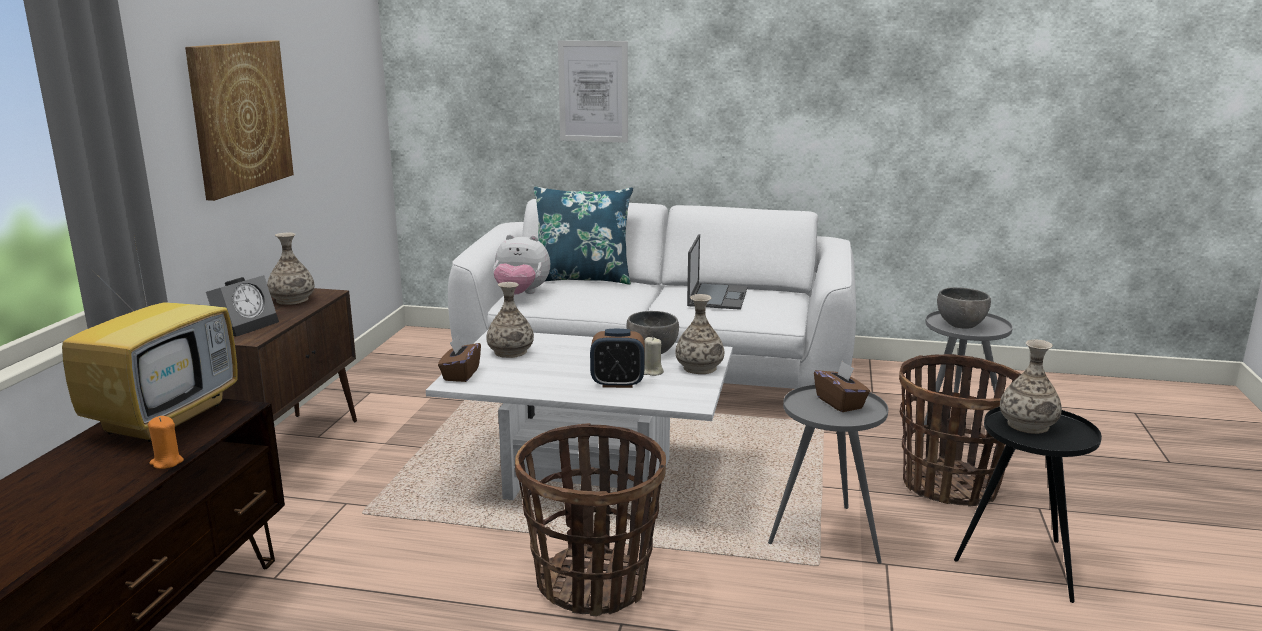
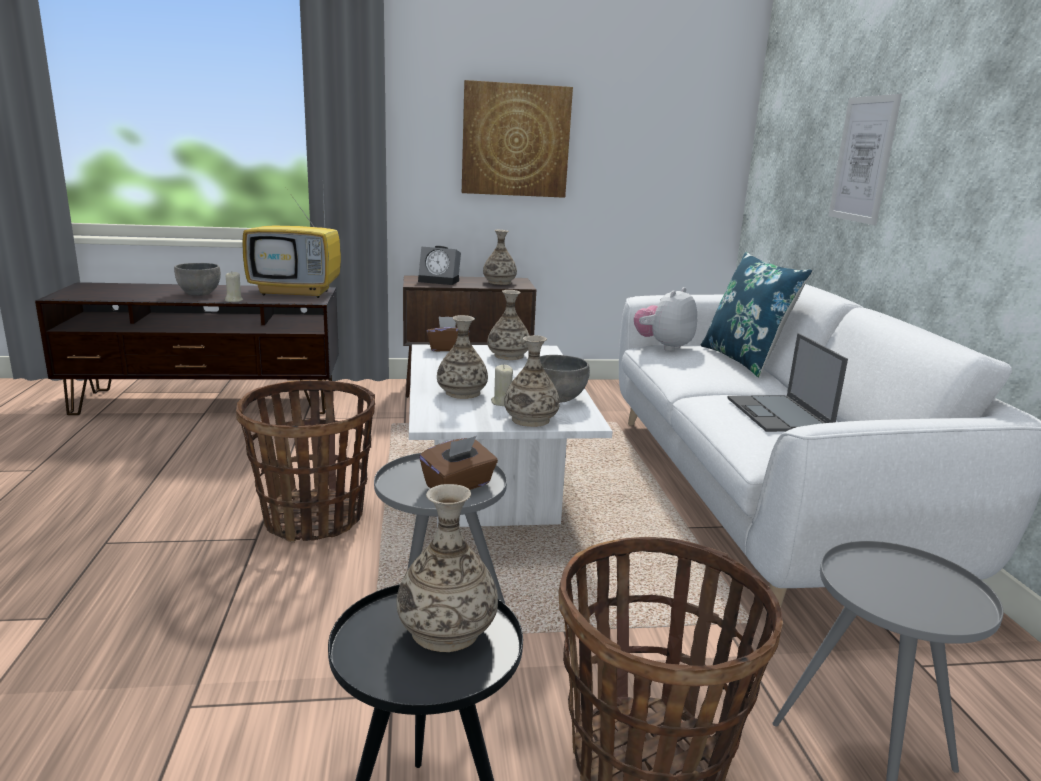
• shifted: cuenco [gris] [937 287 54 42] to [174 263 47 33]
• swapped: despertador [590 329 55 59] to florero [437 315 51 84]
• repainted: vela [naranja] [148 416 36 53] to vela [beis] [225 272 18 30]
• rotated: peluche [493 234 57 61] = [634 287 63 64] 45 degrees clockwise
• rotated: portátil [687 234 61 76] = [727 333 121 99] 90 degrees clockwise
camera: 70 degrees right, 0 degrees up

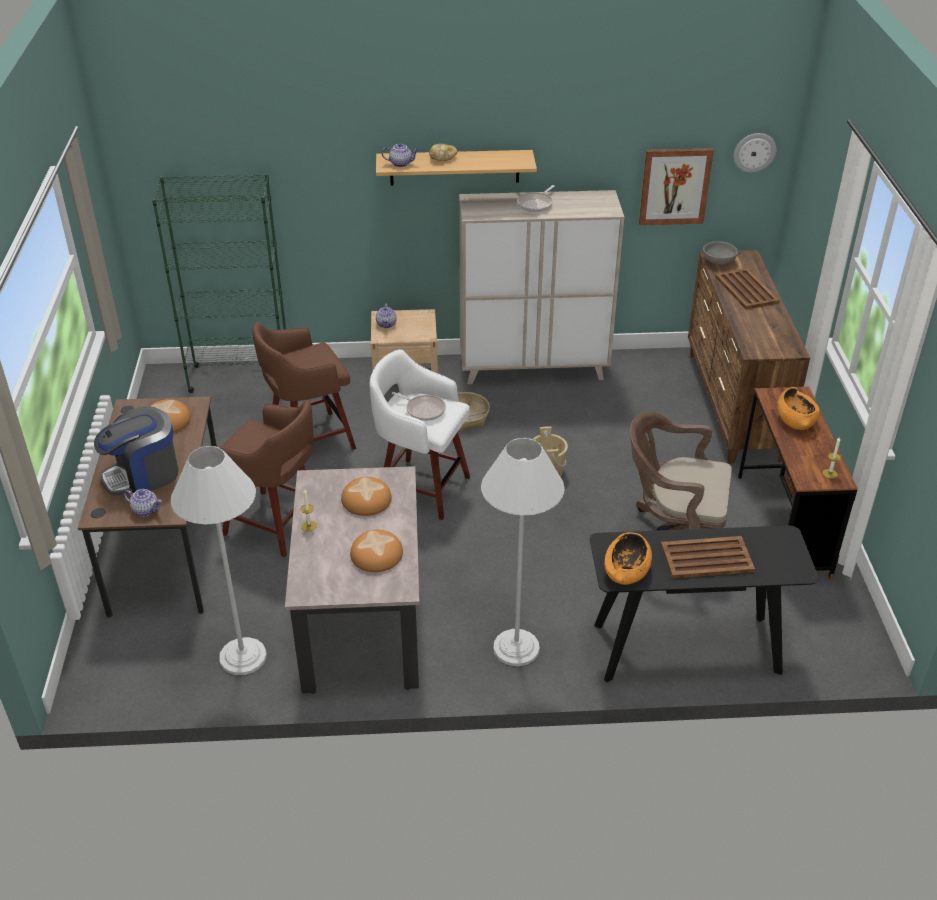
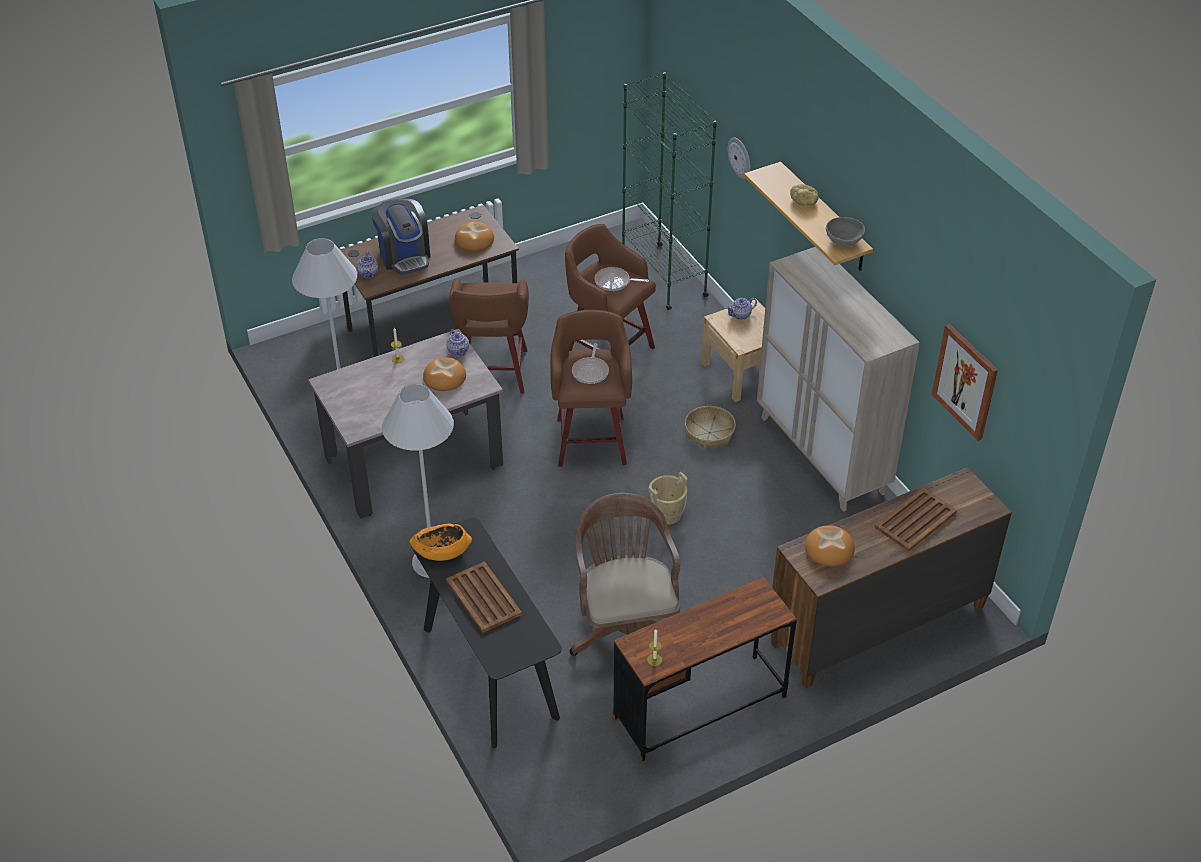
• gone: cuenco [naranja] [778 387 42 43]
• shifted: pan [350 530 53 42] to [805 525 50 41]
• shifted: tetera [382 143 37 24] to [447 329 22 27]
• shifted: sartén [517 185 38 27] to [595 267 54 24]
• shifted: cuenco [gris] [703 241 35 24] to [826 217 39 30]
• shifted: reloj de pared [734 133 42 40] to [727 137 24 42]
• repainted: taburete [blanco] [369 349 101 171] to taburete [marrón] [550 310 82 157]
• rotated: cafetera [94 406 84 89] = [371 199 59 76] 150 degrees counterclockwise
camera: 65 degrees right, 5 degrees up

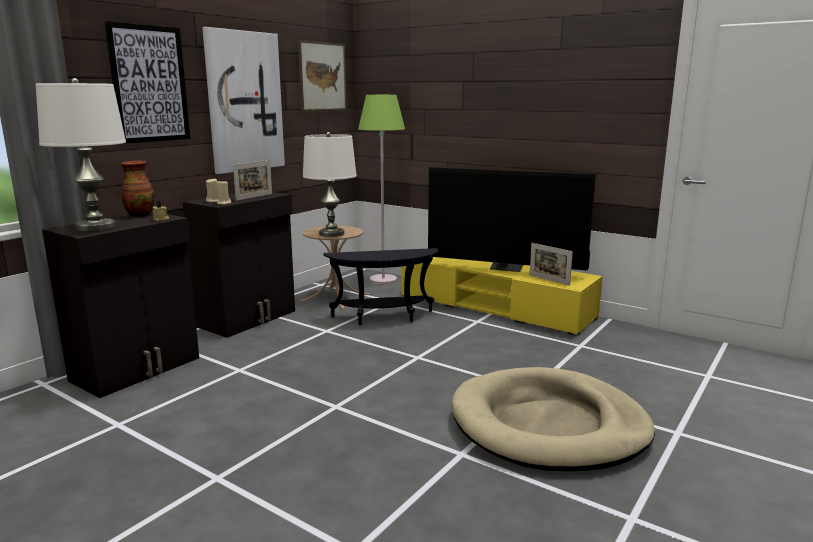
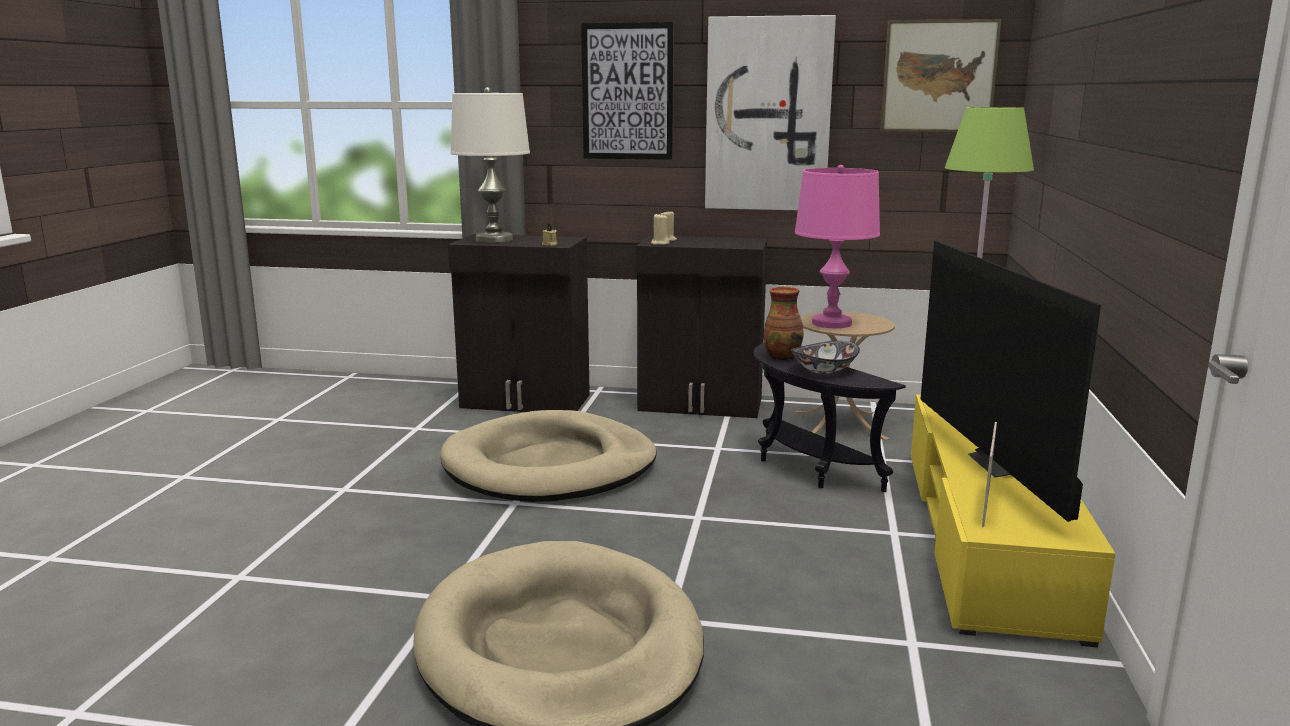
• gone: portarretratos [233 160 39 41]
• new: cama para perro [beis] [440 410 217 92]
• new: cuenco [791 341 69 33]
• shifted: florero [121 161 34 56] to [764 287 40 73]
• repainted: lámpara de mesa [blanco] [303 132 54 105] to lámpara de mesa [rosa] [795 165 85 163]
camera: 65 degrees right, 0 degrees up

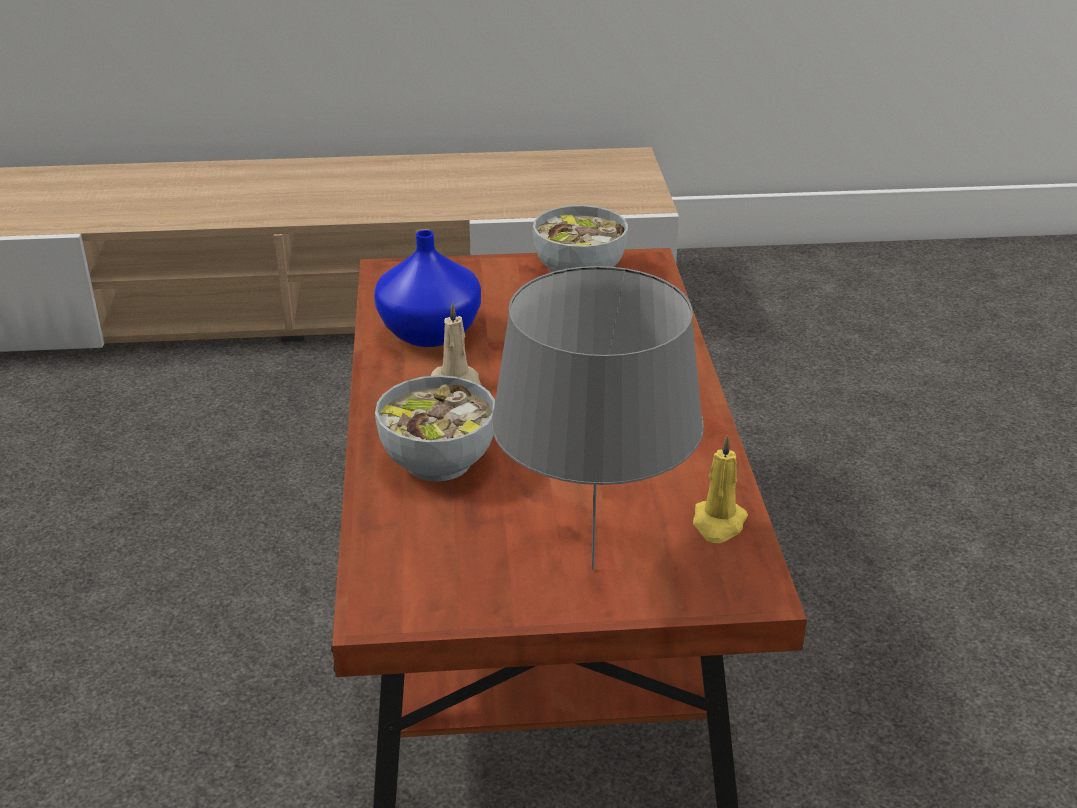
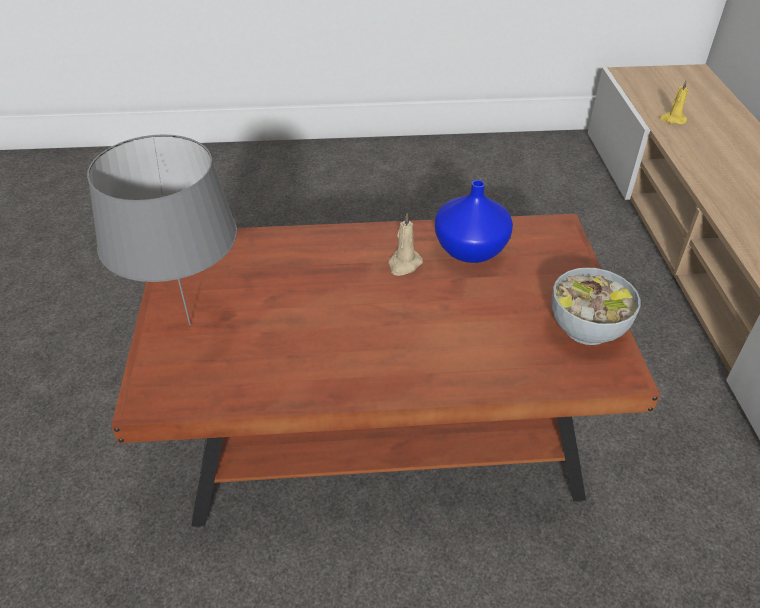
• gone: cuenco [375 375 120 107]
• shifted: vela [amarillo] [693 435 55 108] to [659 80 29 44]
camera: 90 degrees right, 10 degrees up

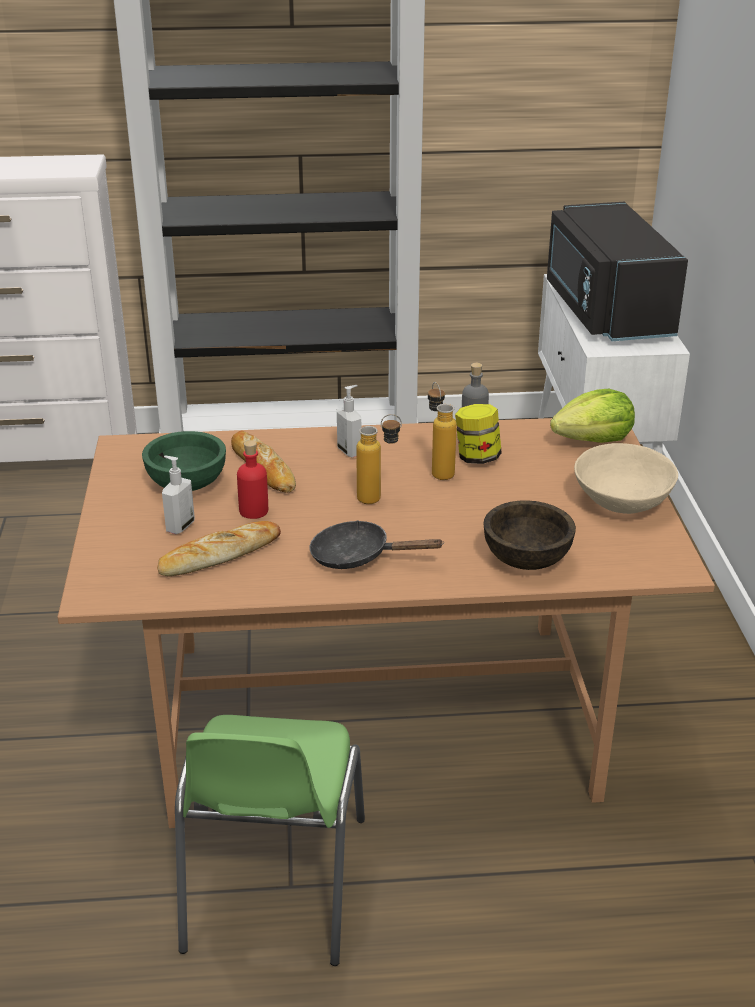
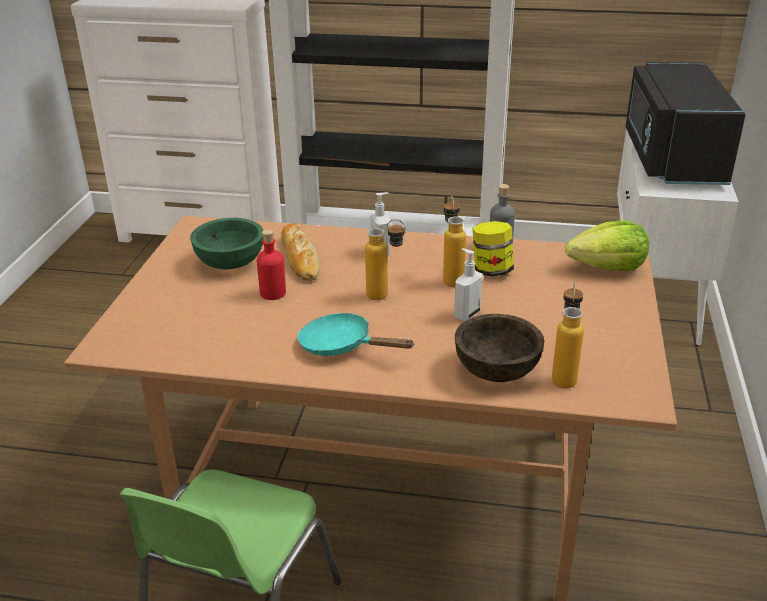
• gone: pan [157 521 124 56]
• gone: cuenco [beis] [574 443 104 71]
• new: botella [552 282 32 106]
• shifted: dispensador de jabón [162 456 33 78] to [454 248 29 73]
• repainted: sartén [negro] [309 520 135 49] to sartén [turquesa] [298 313 117 43]
camera: 15 degrees right, 0 degrees up

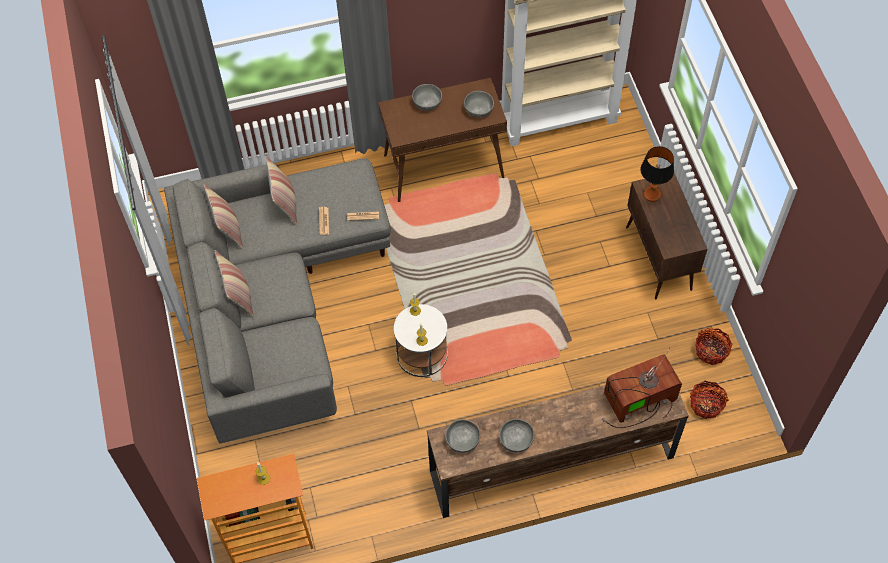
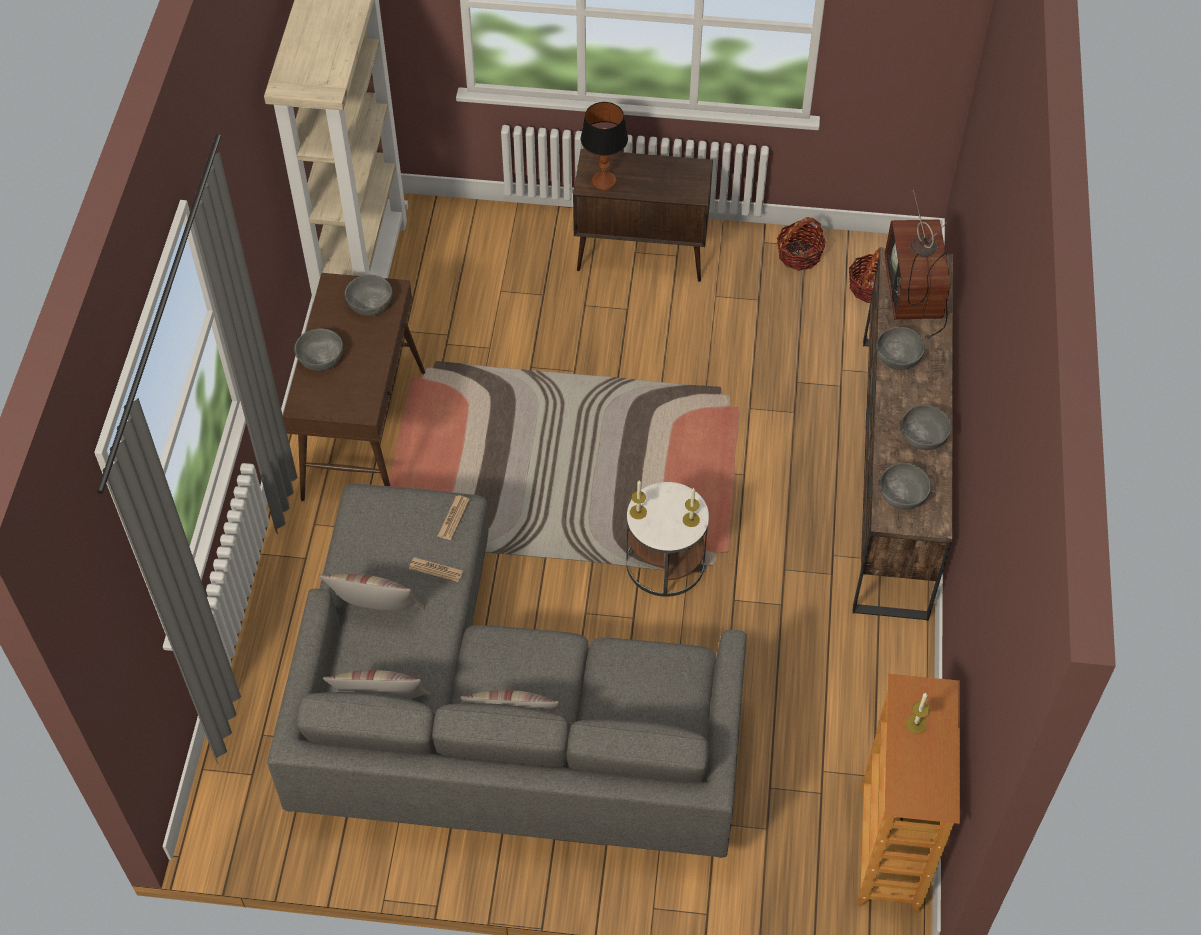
• new: cuenco [gris] [876 327 49 43]
camera: 70 degrees left, 5 degrees down

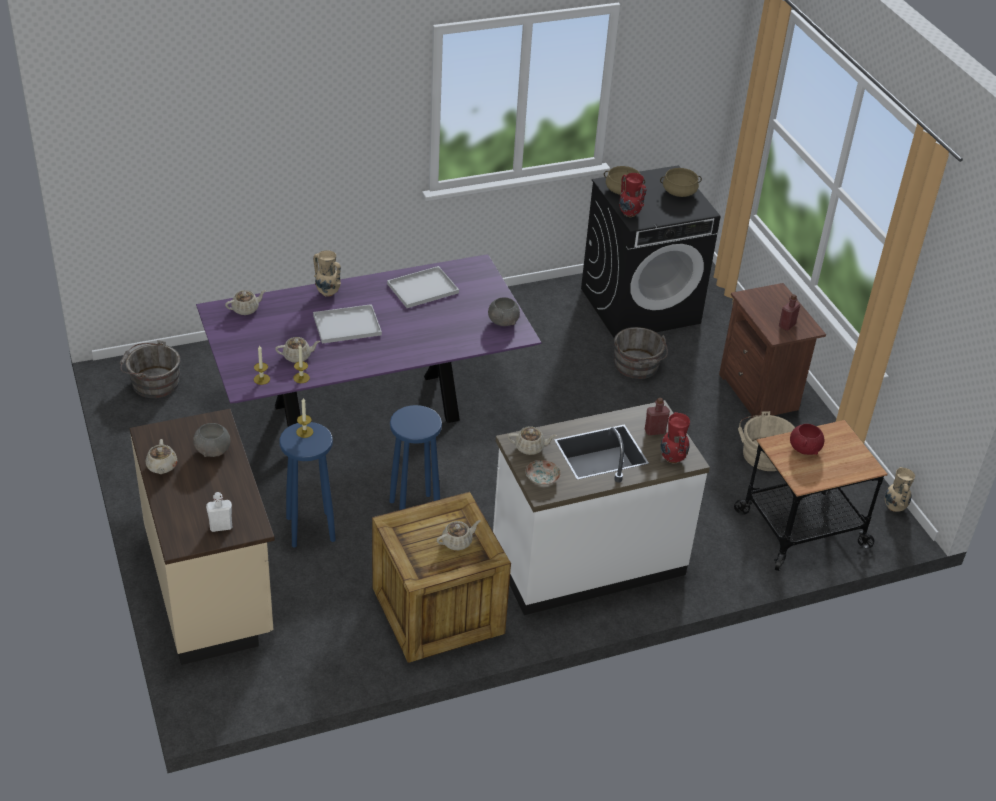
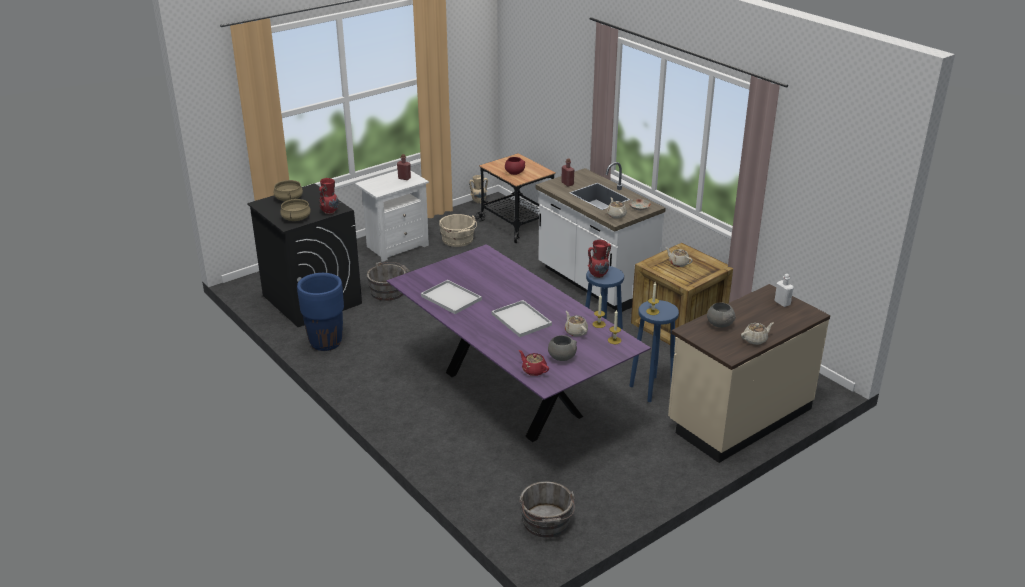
• gone: florero [beis] [313 250 28 47]
• new: maceta [azul] [297 273 47 78]
• shifted: cuenco [gris] [488 297 32 29] to [548 335 29 26]
• shifted: florero [rojo] [660 412 30 51] to [588 240 23 38]
• repainted: tetera [beis] [225 290 41 25] to tetera [rojo] [519 350 30 26]
• repainted: mesita de noche [marrón] [719 283 107 135] to mesita de noche [blanco] [355 170 74 92]
camera: 105 degrees left, 10 degrees down

